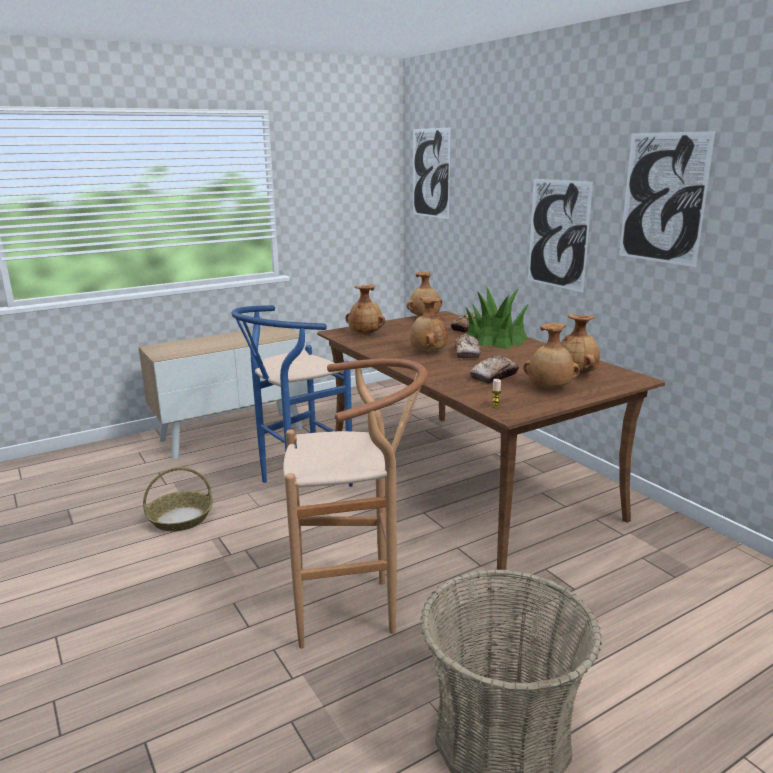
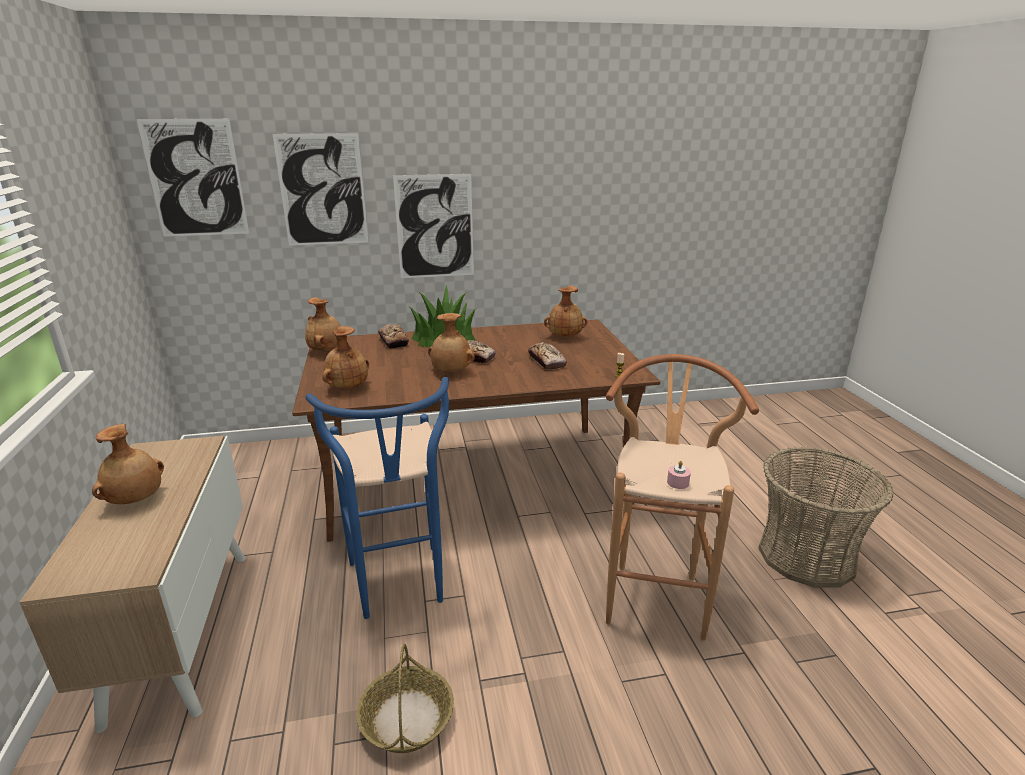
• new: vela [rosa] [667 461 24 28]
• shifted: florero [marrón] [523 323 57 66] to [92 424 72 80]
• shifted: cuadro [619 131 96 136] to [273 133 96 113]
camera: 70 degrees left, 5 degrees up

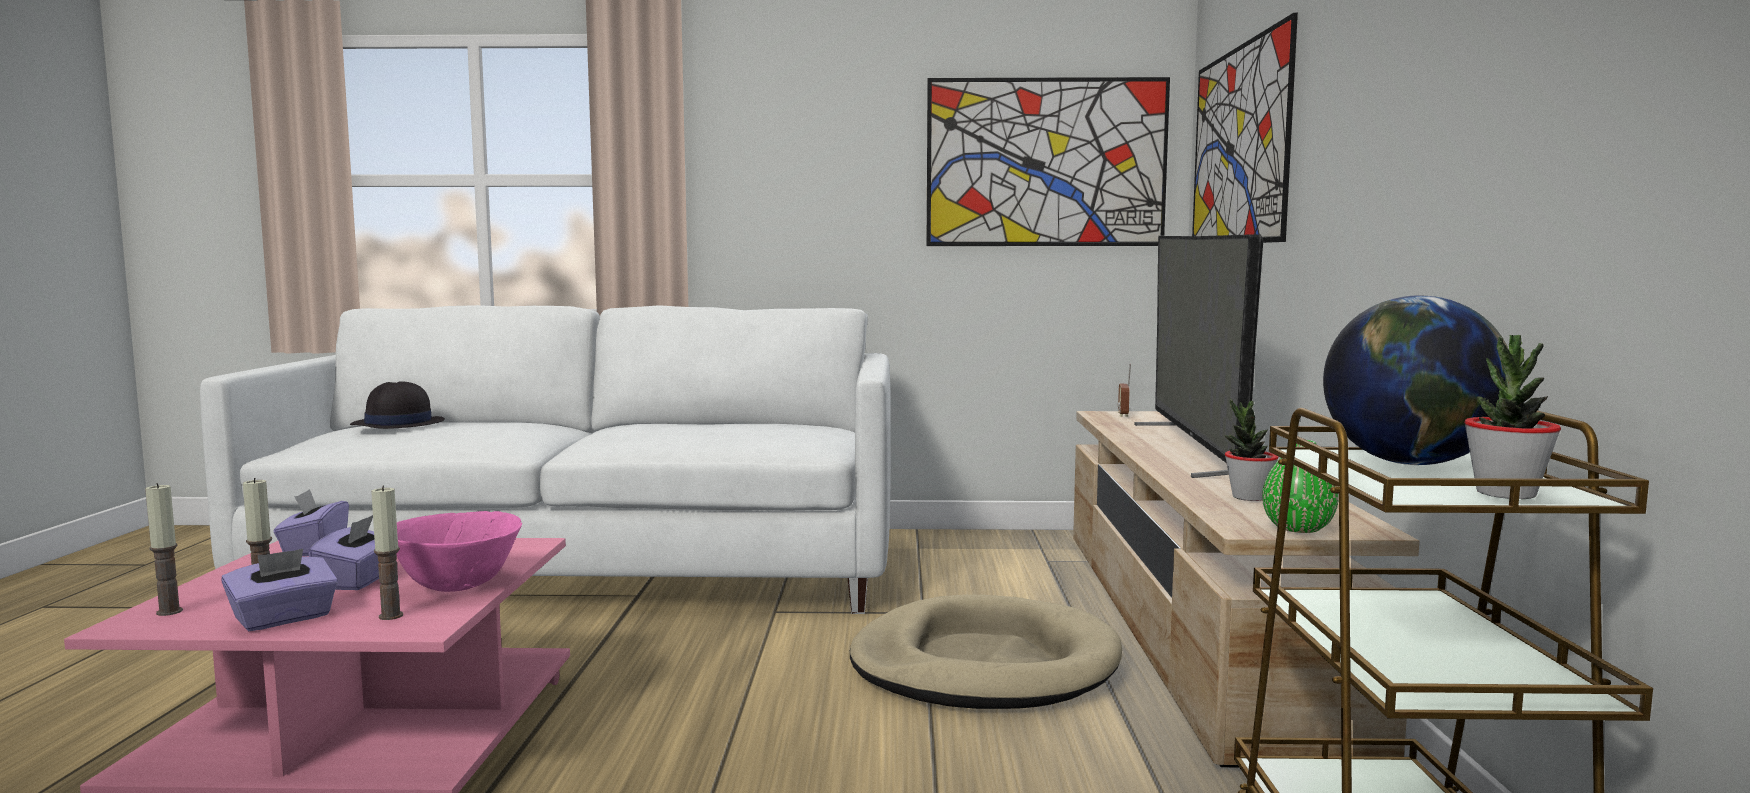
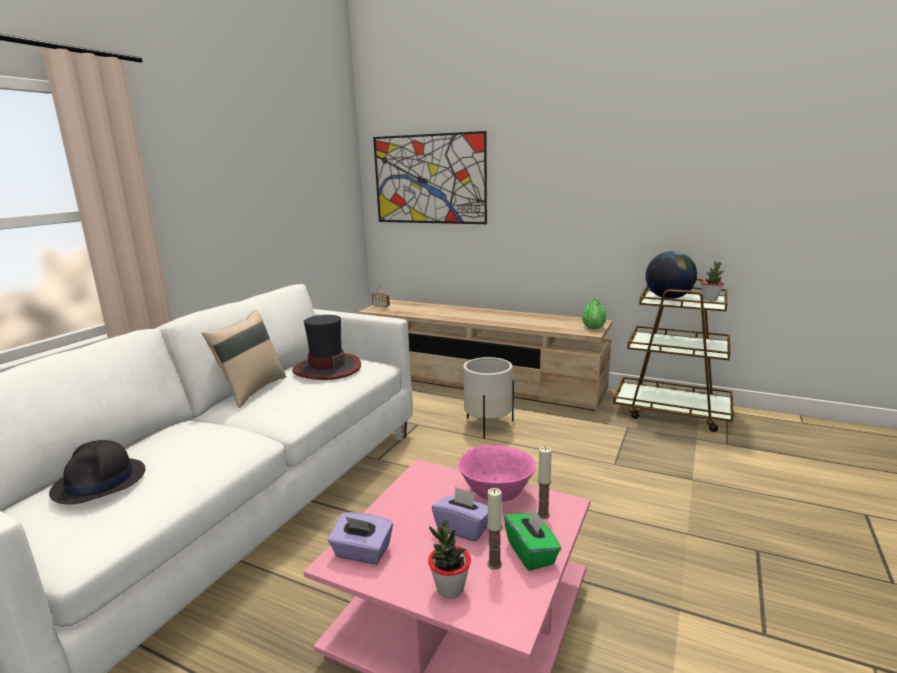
• gone: vela [145 483 38 133]
• gone: cuadro [926 77 244 169]
• gone: televisor [1135 234 128 244]
• new: cojín [beis] [202 310 84 98]
• new: sombrero [292 315 69 65]
• shifted: planta en maceta [1225 399 54 102] to [428 520 43 79]
• swapped: cama para perro [beis] [850 595 272 114] to maceta [blanco] [463 357 51 82]
• repainted: caja de pañuelos [morado] [222 549 116 83] to caja de pañuelos [verde] [504 507 57 64]
camera: 65 degrees left, 10 degrees up

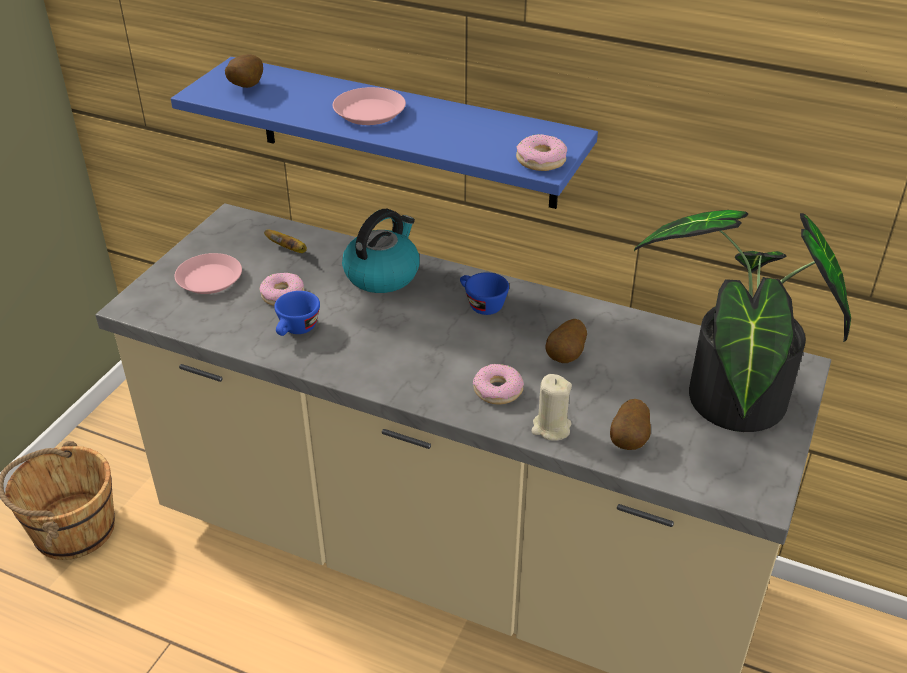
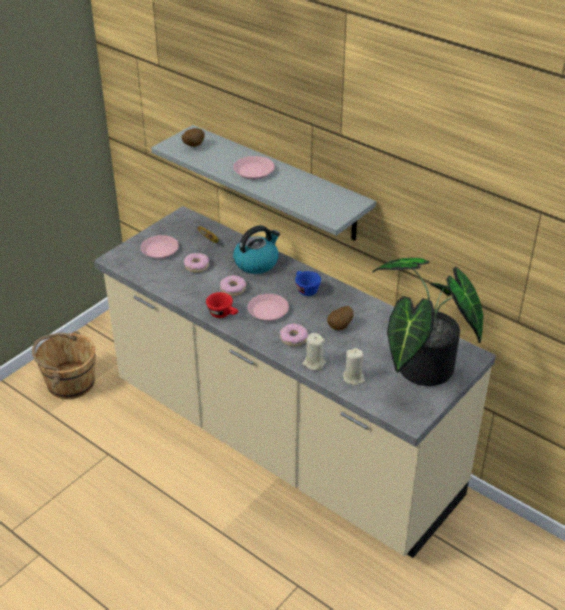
• gone: taza [azul] [274 291 46 45]
• new: taza [rojo] [206 292 32 26]
• new: plato [rosa] [248 294 41 27]
• shifted: rosquilla [516 134 51 37] to [220 275 26 21]
• swapped: patata [610 399 41 51] to vela [beis] [343 348 22 38]
• repainted: estante [azul] [171 57 427 152] to estante [gris] [151 125 225 116]
camera: 15 degrees right, 0 degrees up

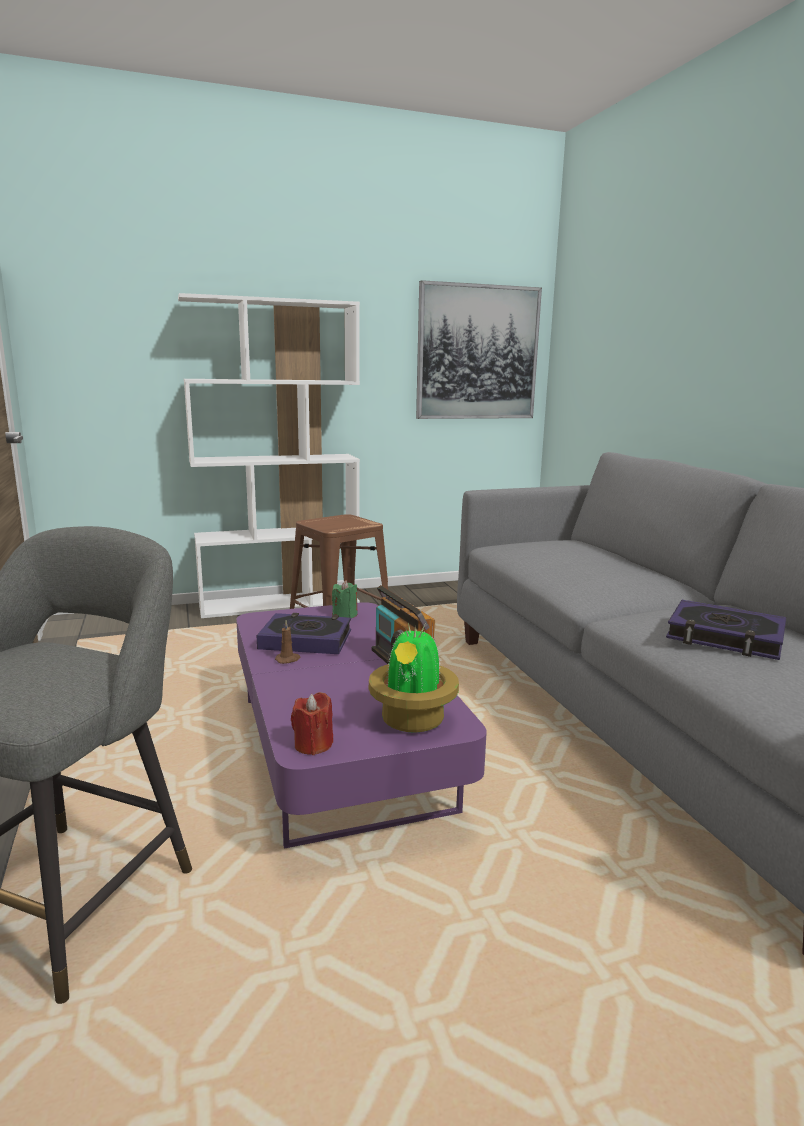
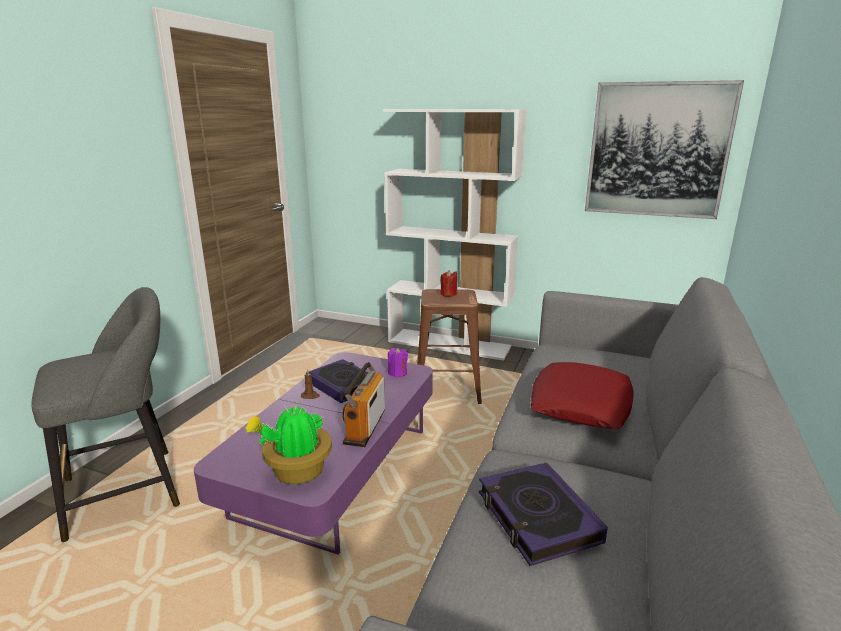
• new: cojín [rojo] [531 362 102 67]
• shifted: vela [rojo] [291 692 42 63] to [440 270 17 26]
• repainted: vela [verde] [332 580 25 38] to vela [morado] [388 347 20 30]
camera: 40 degrees right, 5 degrees up

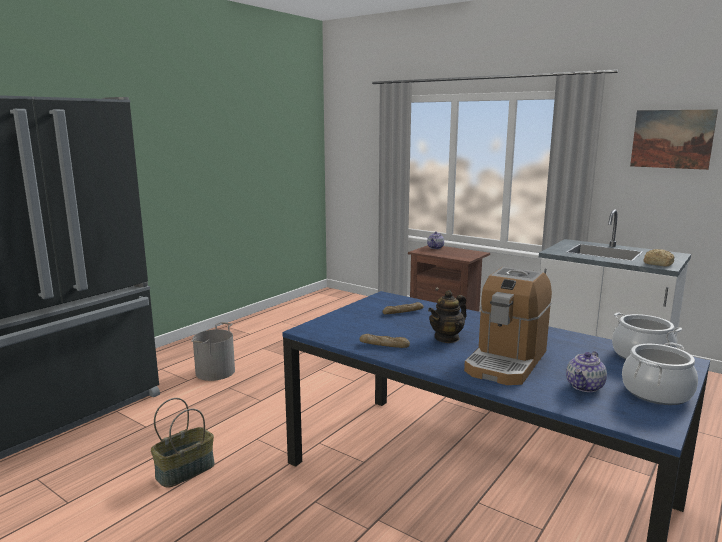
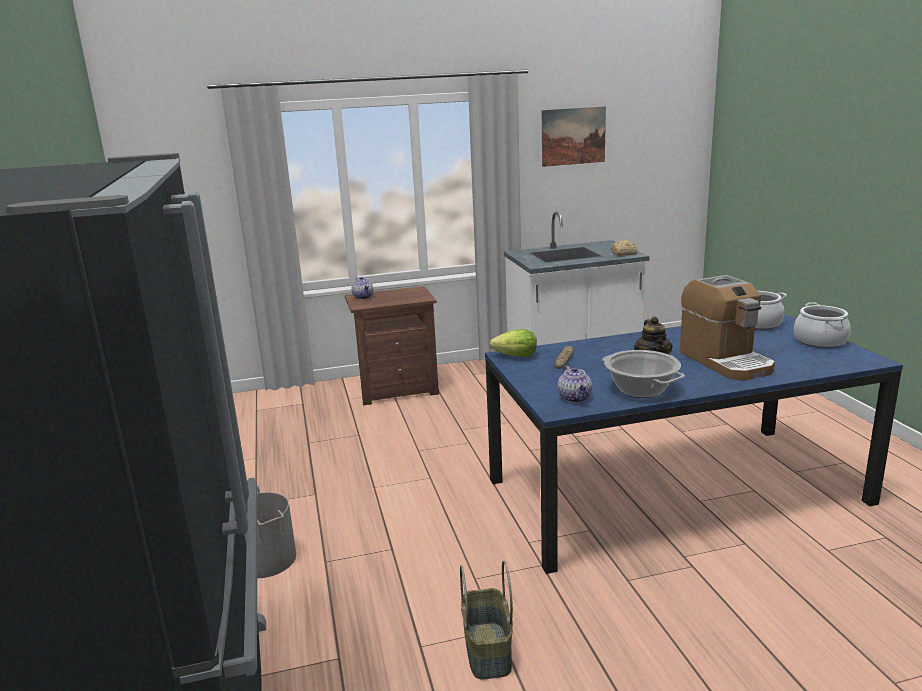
• new: lechuga [490 329 47 28]
• shifted: tetera [566 351 41 41] to [558 365 34 38]
• swapped: pan [359 334 51 14] to olla [602 350 83 48]
camera: 50 degrees left, 5 degrees up

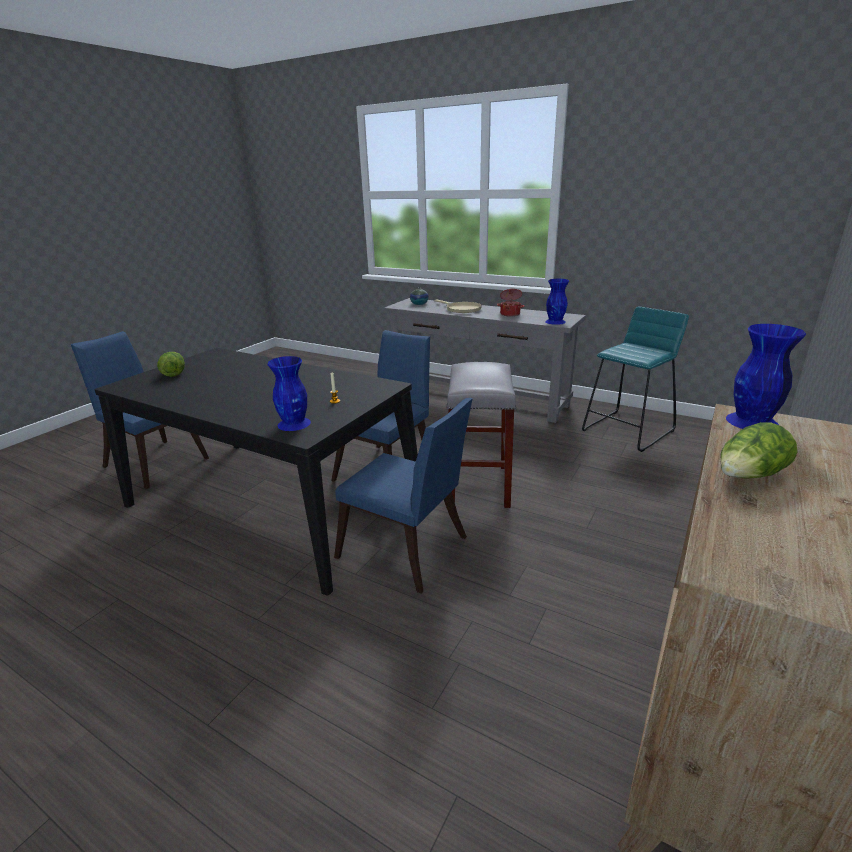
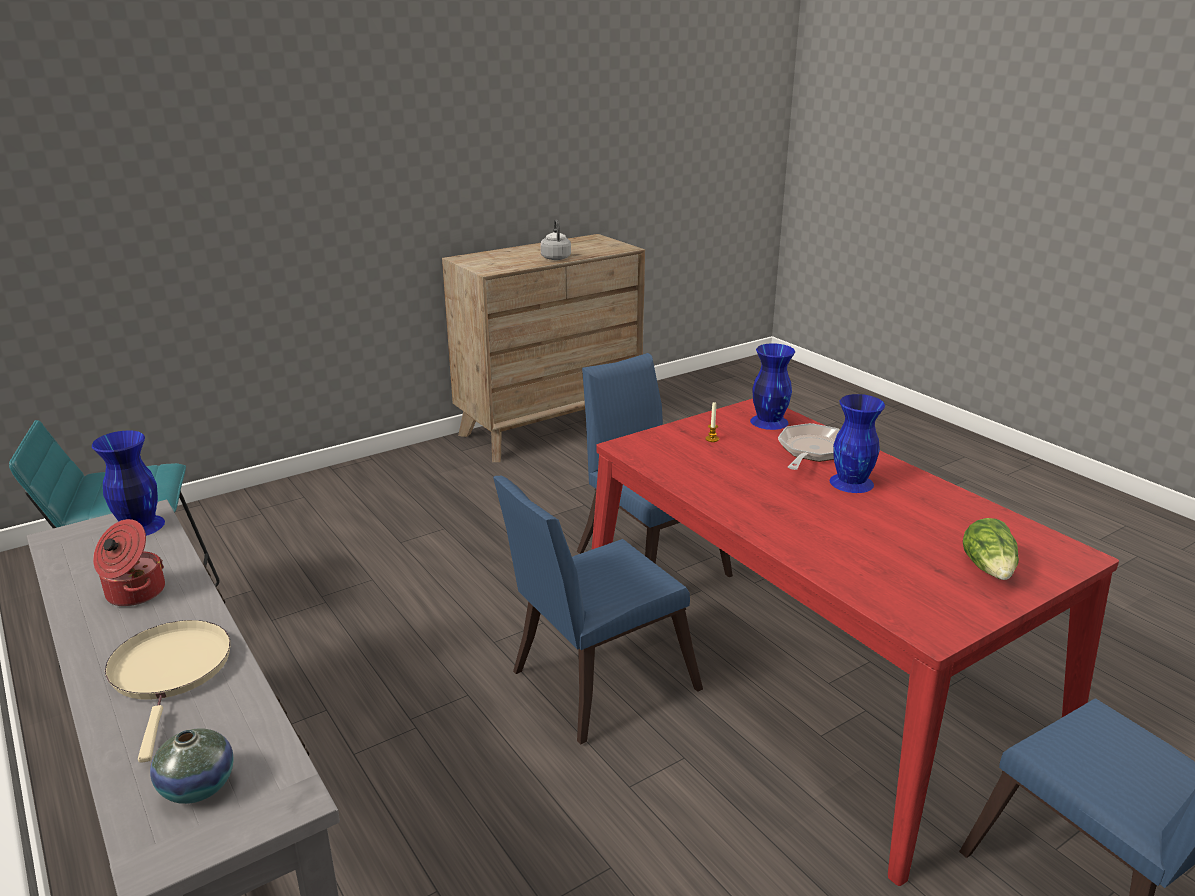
• gone: taburete [gris] [447 362 69 146]
• new: sartén [778 423 62 47]
• shifted: florero [azul] [726 324 80 105] to [830 394 55 99]
• swapped: lechuga [721 422 76 57] to hervidor [gris] [540 219 31 41]
• repainted: mesa de comedor [negro] [94 348 324 247] to mesa de comedor [rojo] [592 399 527 487]
camera: 155 degrees left, 0 degrees up

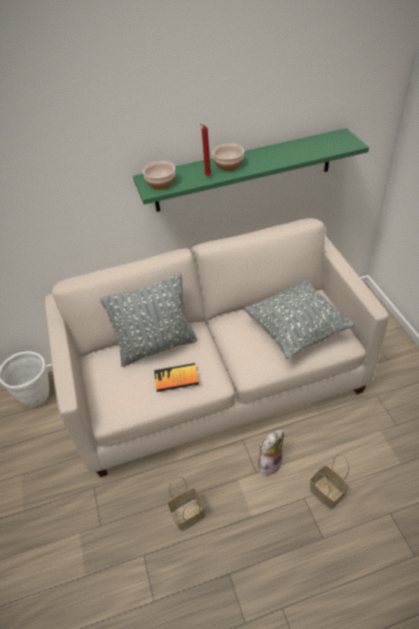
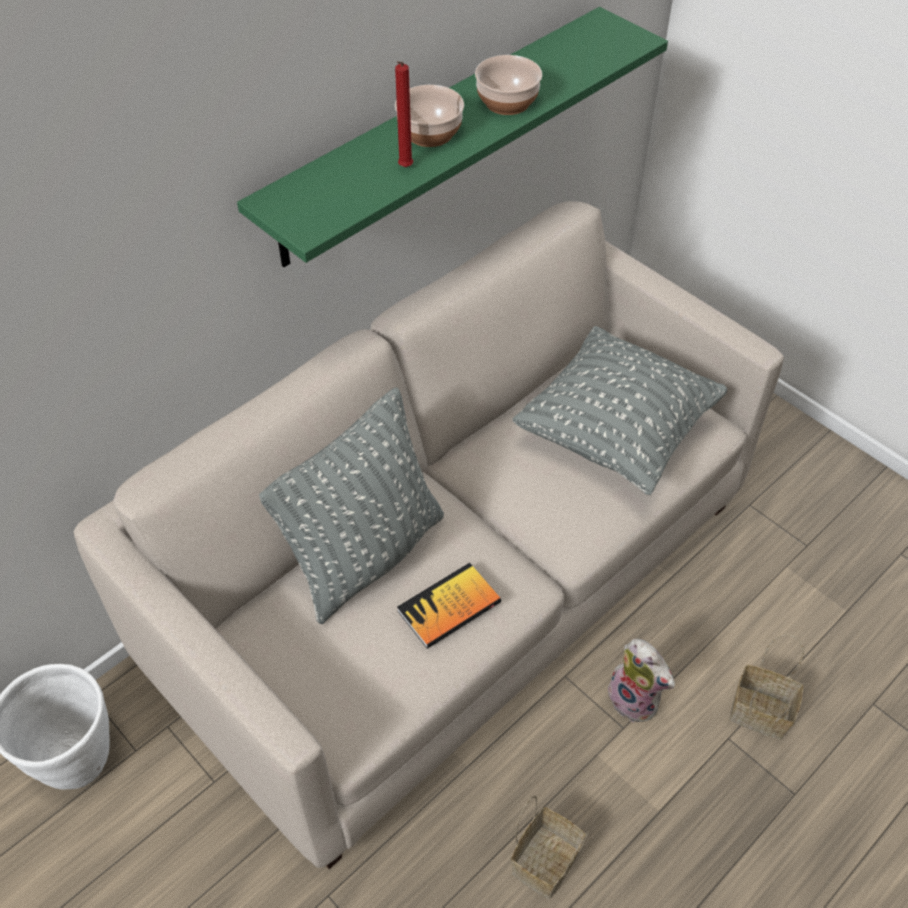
• shifted: cuenco [143 161 32 29] to [475 55 67 60]
• rotated: peluche [258 429 26 47] = [605 639 70 84] 120 degrees clockwise
camera: 30 degrees left, 5 degrees up

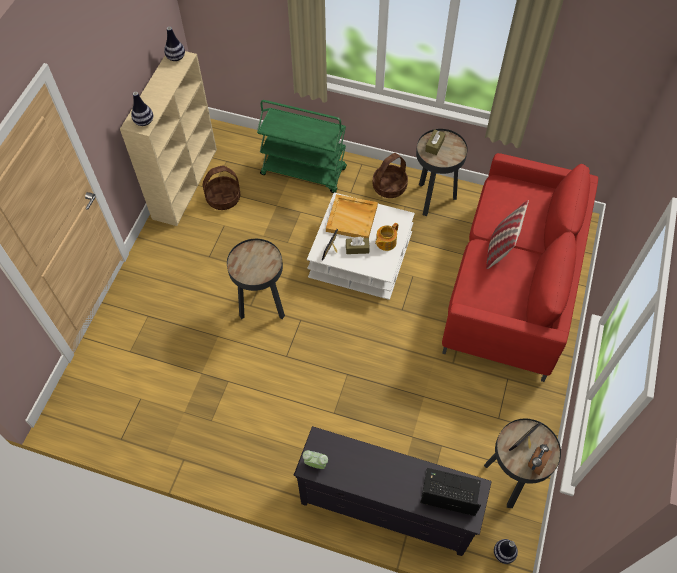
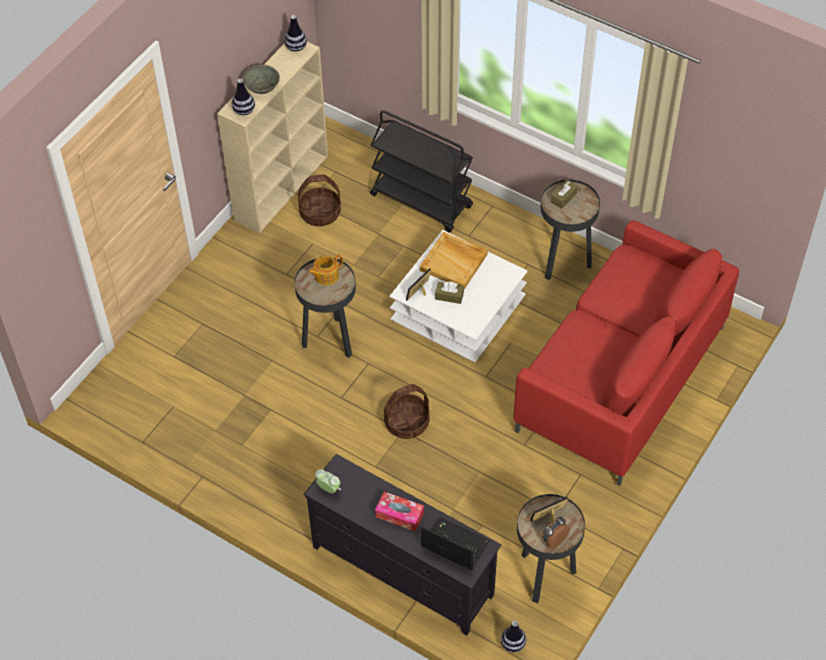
• gone: cojín [486 200 43 69]
• new: cuenco [gris] [242 65 38 29]
• new: caja de pañuelos [375 492 49 39]
• shifted: cesta [373 153 35 45] to [384 384 46 55]
• shifted: tetera [375 223 23 28] to [308 254 35 32]
• repainted: carrito [verde] [257 100 90 93] to carrito [negro] [370 110 103 123]
camera: 15 degrees right, 5 degrees down

